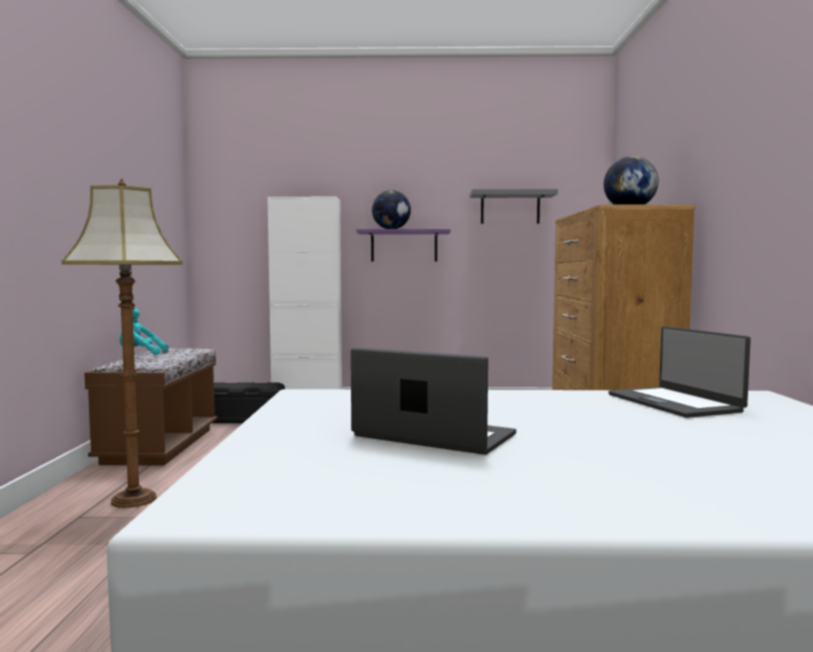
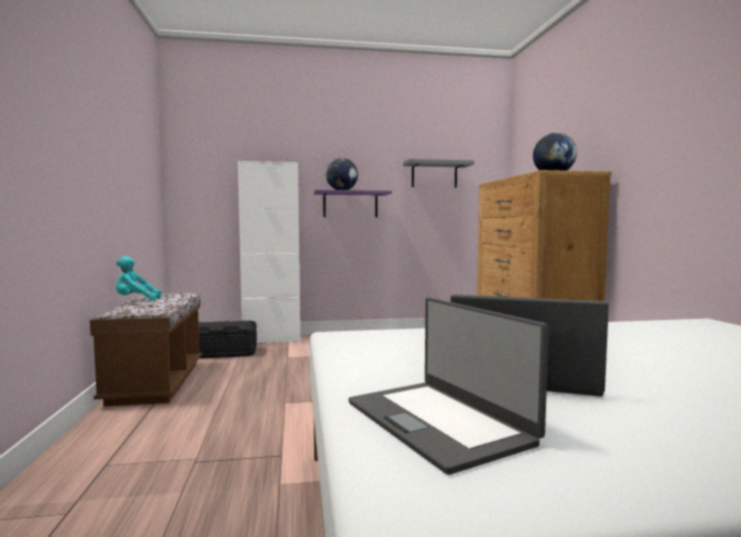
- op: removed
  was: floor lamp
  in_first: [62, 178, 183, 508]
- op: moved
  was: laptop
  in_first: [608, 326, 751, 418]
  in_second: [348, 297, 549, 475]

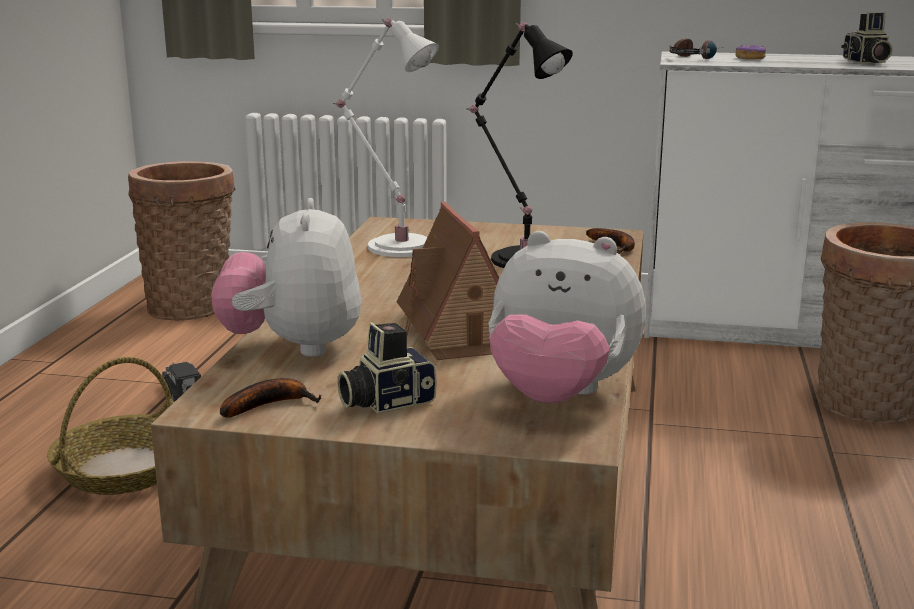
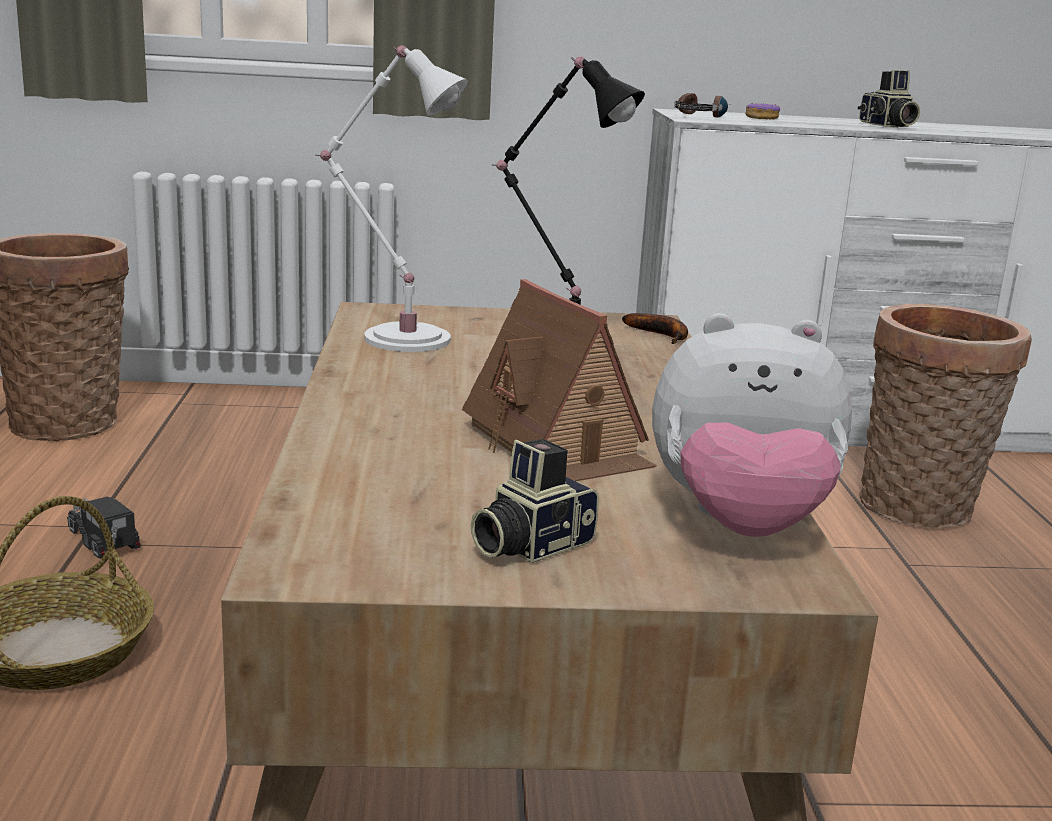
- op: removed
  was: plush toy
  in_first: [211, 198, 361, 357]
- op: removed
  was: banana
  in_first: [220, 378, 321, 418]

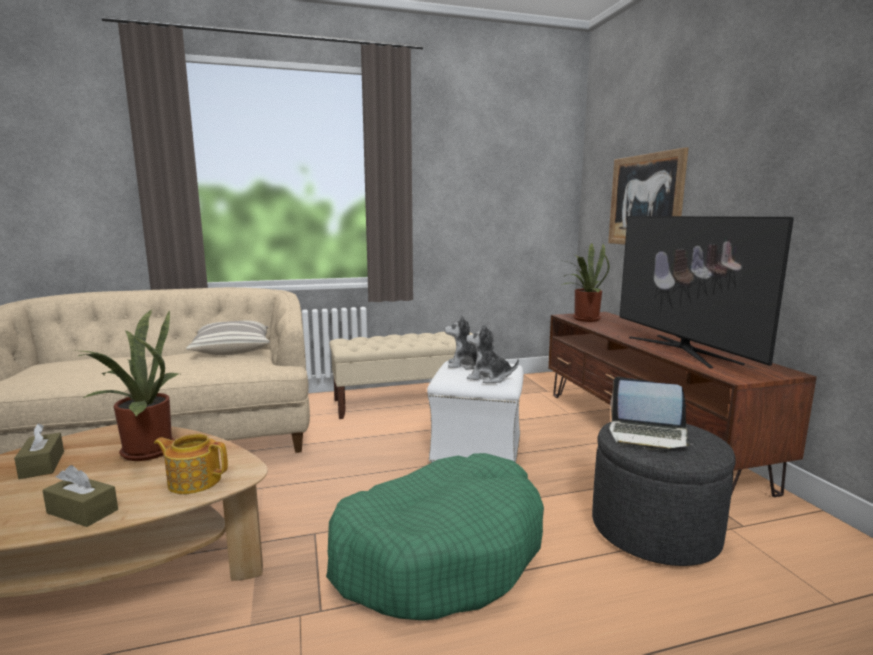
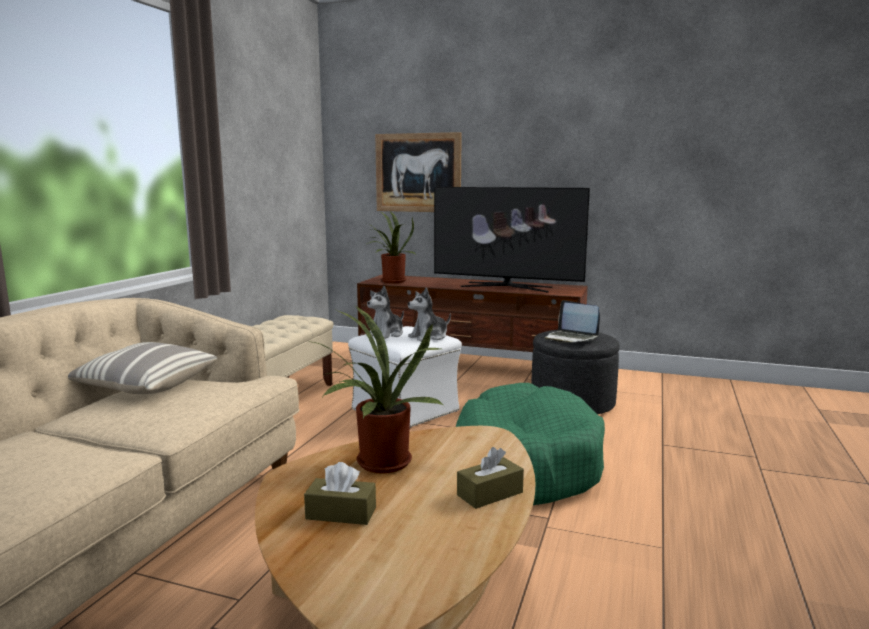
- op: removed
  was: teapot
  in_first: [154, 434, 228, 494]
- op: turned
  was: laptop
  in_first: [608, 377, 693, 450]
  in_second: [544, 300, 600, 343]
  clockwise: 75

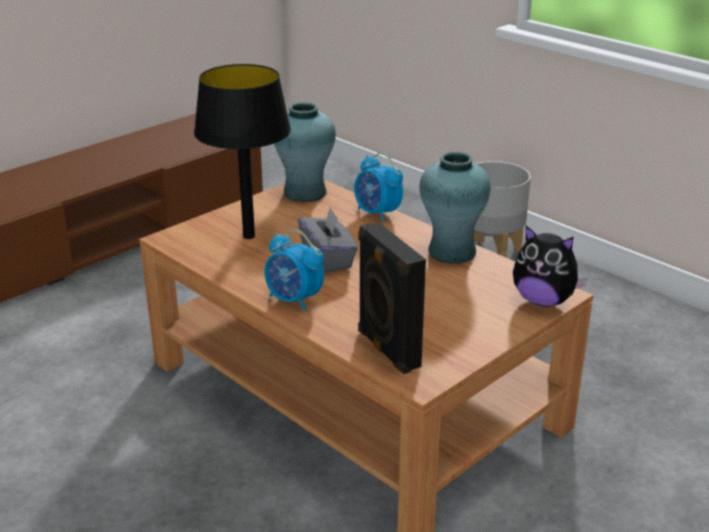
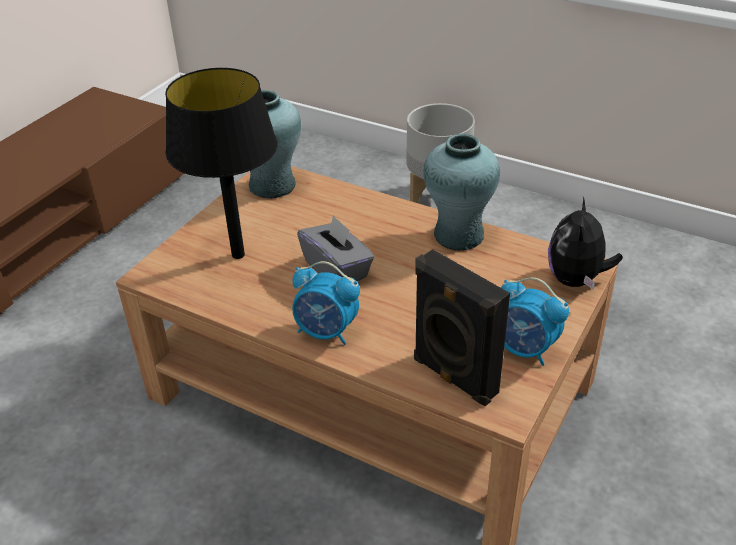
- op: moved
  was: alarm clock
  in_first: [354, 152, 403, 222]
  in_second: [501, 277, 569, 366]
- op: turned
  was: plush toy
  in_first: [513, 226, 588, 307]
  in_second: [548, 197, 623, 290]
  clockwise: 90

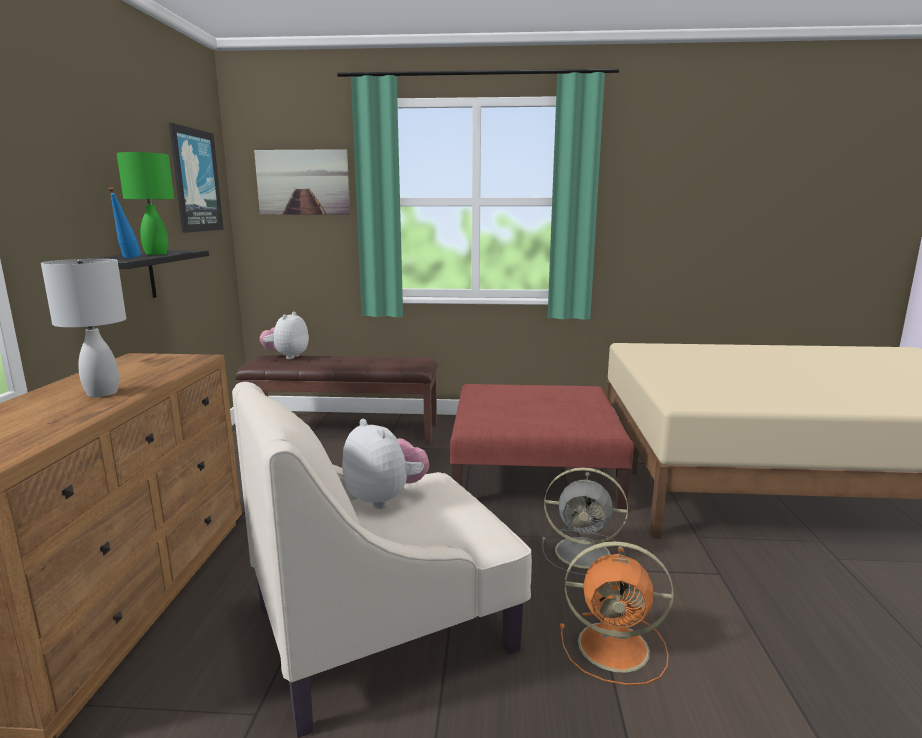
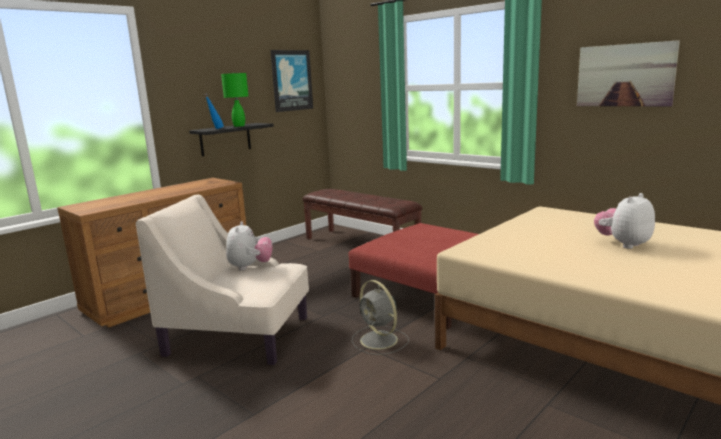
- op: removed
  was: white table lamp
  in_first: [41, 259, 126, 397]
- op: removed
  was: orange fan
  in_first: [560, 541, 674, 685]
- op: moved
  was: picture
  in_first: [254, 149, 350, 214]
  in_second: [577, 40, 680, 106]
- op: moved
  was: plush toy
  in_first: [260, 311, 309, 359]
  in_second: [594, 193, 655, 249]

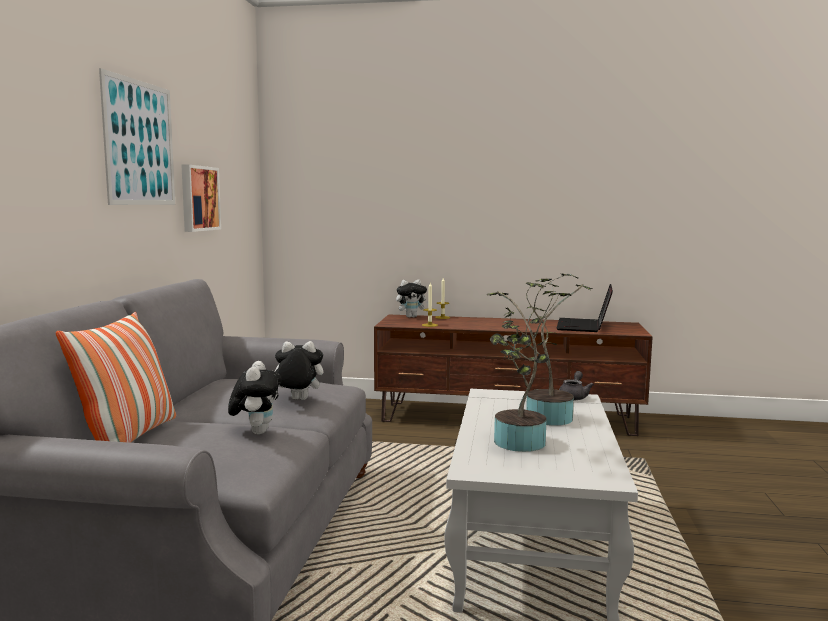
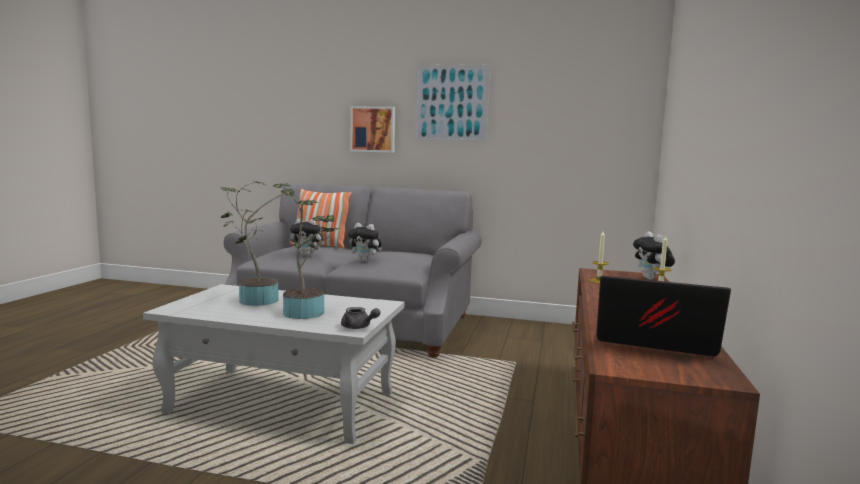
- op: moved
  was: picture
  in_first: [181, 165, 221, 232]
  in_second: [350, 106, 395, 153]
- op: turned
  was: plush toy
  in_first: [275, 341, 323, 400]
  in_second: [348, 223, 382, 262]
  clockwise: 105

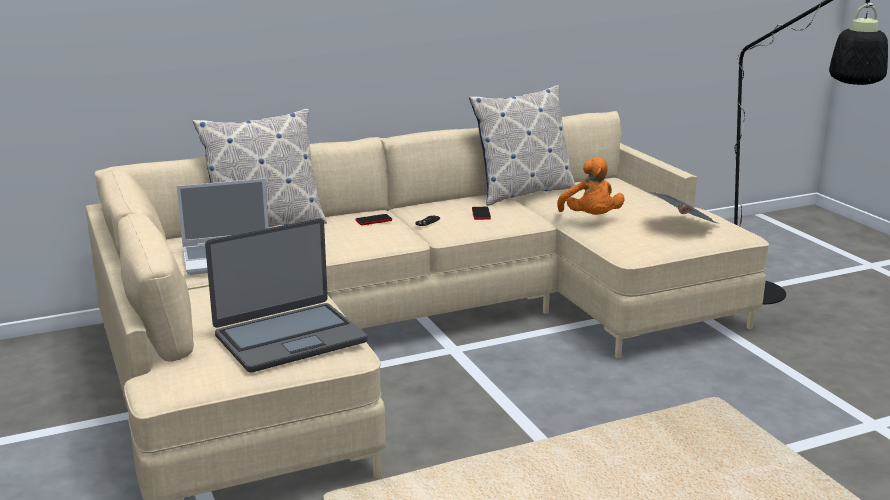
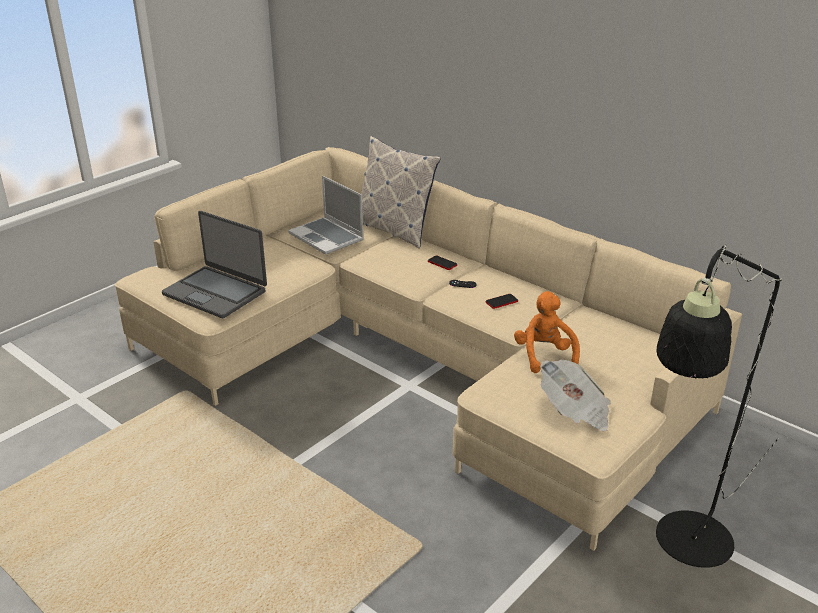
- op: removed
  was: pillow
  in_first: [469, 85, 576, 206]
- op: turned
  was: orange plush toy
  in_first: [557, 157, 625, 215]
  in_second: [514, 291, 580, 373]
  clockwise: 120

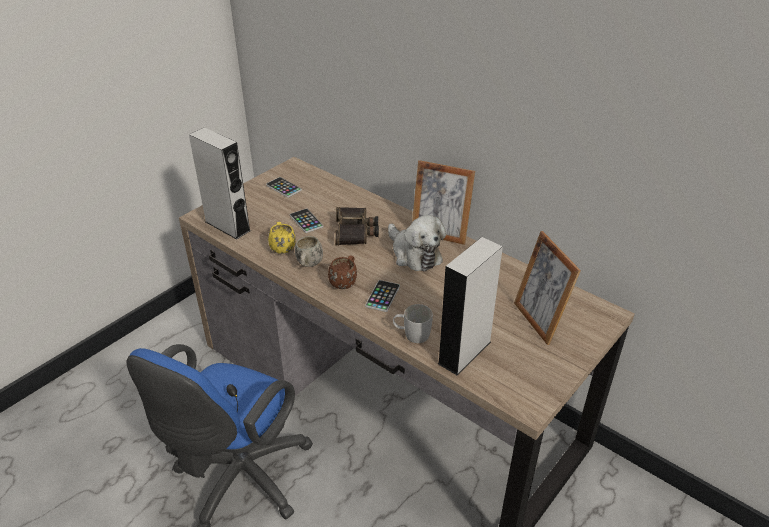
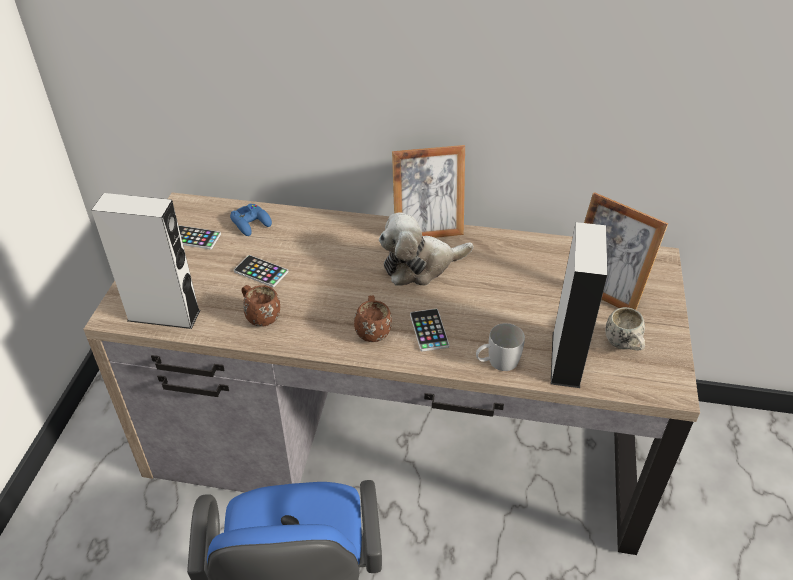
- op: removed
  was: binoculars
  in_first: [335, 207, 379, 245]
- op: added
  now: blue game controller
  in_second: [230, 204, 272, 236]
- op: moved
  was: white mug
  in_first: [295, 236, 323, 267]
  in_second: [605, 307, 645, 351]
- op: recoloured
  was: yellow mug
  now: brown mug
  in_first: [268, 222, 296, 254]
  in_second: [241, 285, 280, 327]
- op: turned
  was: plush toy
  in_first: [388, 215, 446, 272]
  in_second: [379, 213, 474, 286]
  clockwise: 135

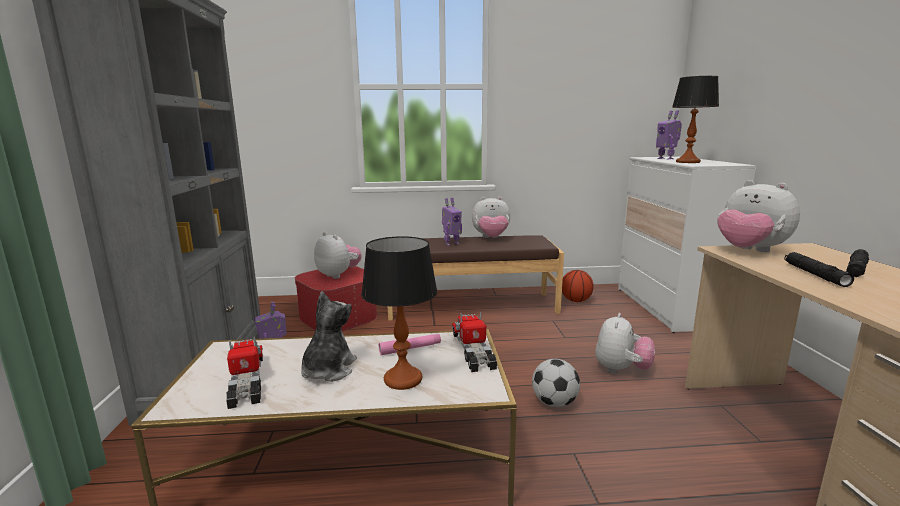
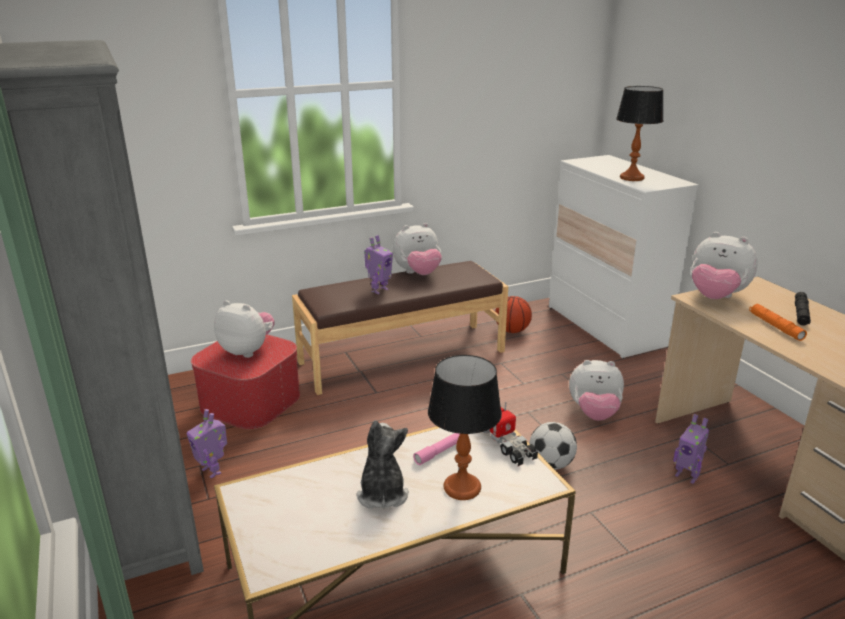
- op: removed
  was: toy truck
  in_first: [226, 337, 263, 409]
- op: moved
  was: toy robot
  in_first: [656, 110, 682, 160]
  in_second: [673, 414, 709, 484]
- op: recoloured
  was: black flashlight
  now: orange flashlight
  in_first: [784, 252, 854, 287]
  in_second: [749, 304, 807, 341]
- op: turned
  was: plush toy
  in_first: [595, 313, 655, 374]
  in_second: [569, 360, 624, 421]
  clockwise: 90

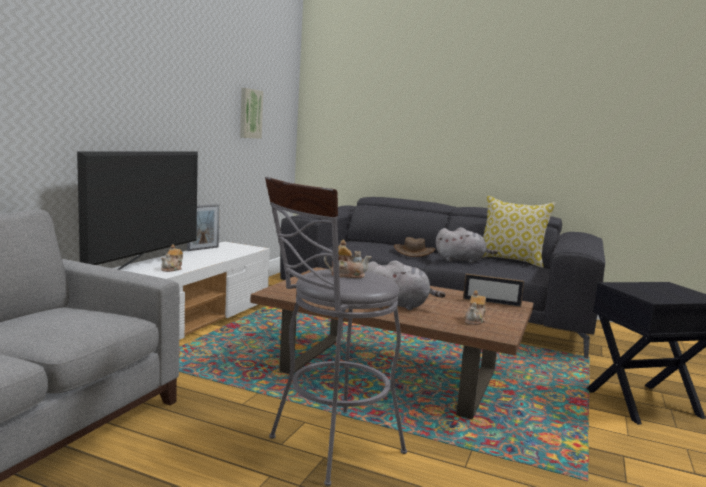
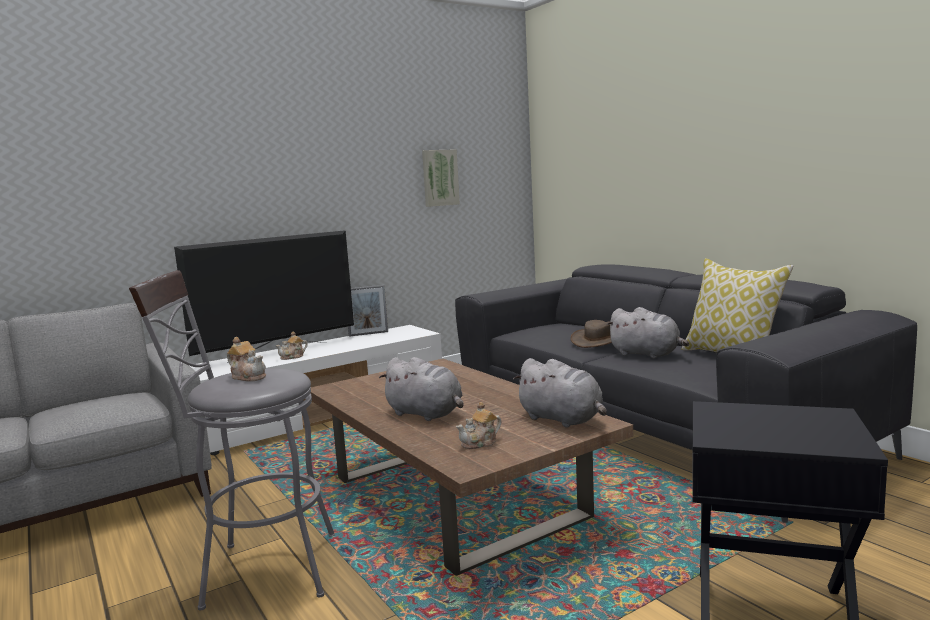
- op: replaced
  was: picture frame
  now: grey plush toy
  in_first: [463, 274, 524, 307]
  in_second: [513, 358, 607, 427]

